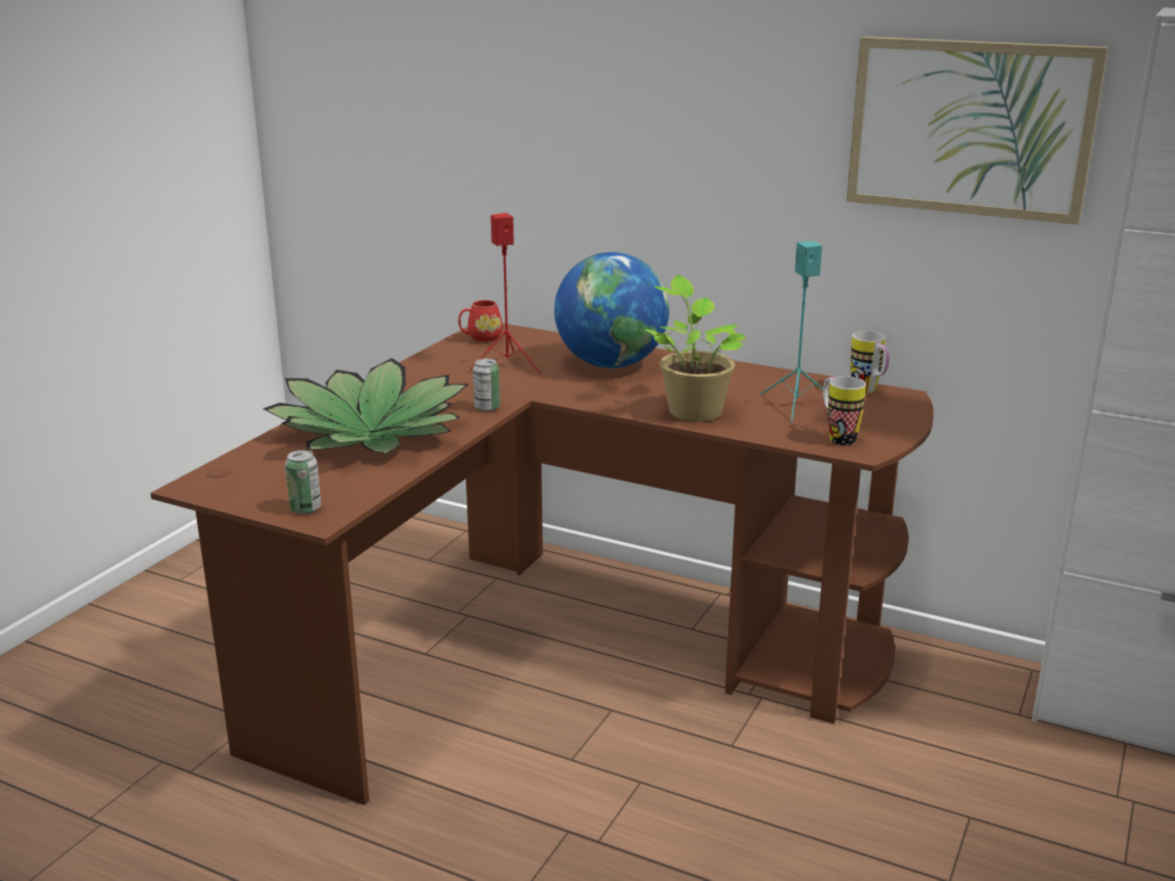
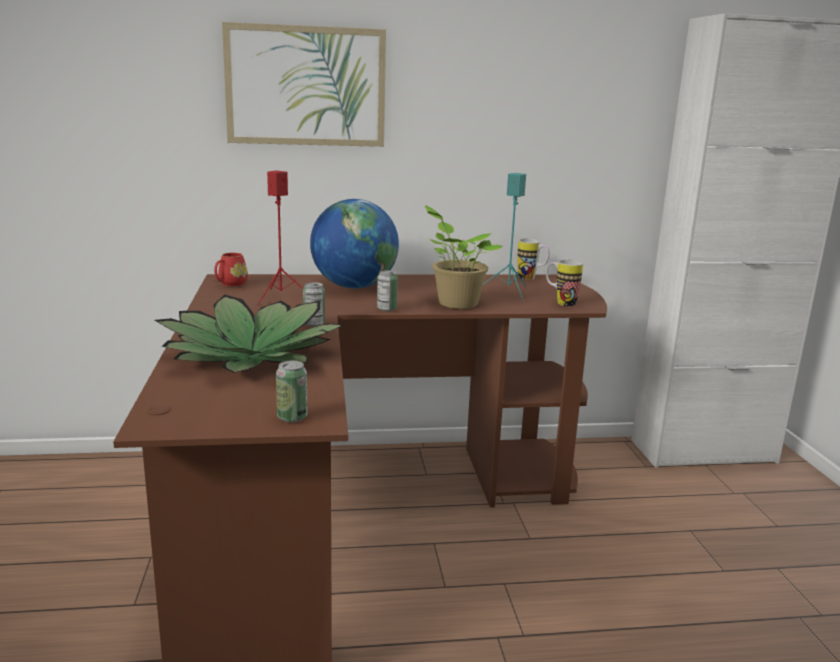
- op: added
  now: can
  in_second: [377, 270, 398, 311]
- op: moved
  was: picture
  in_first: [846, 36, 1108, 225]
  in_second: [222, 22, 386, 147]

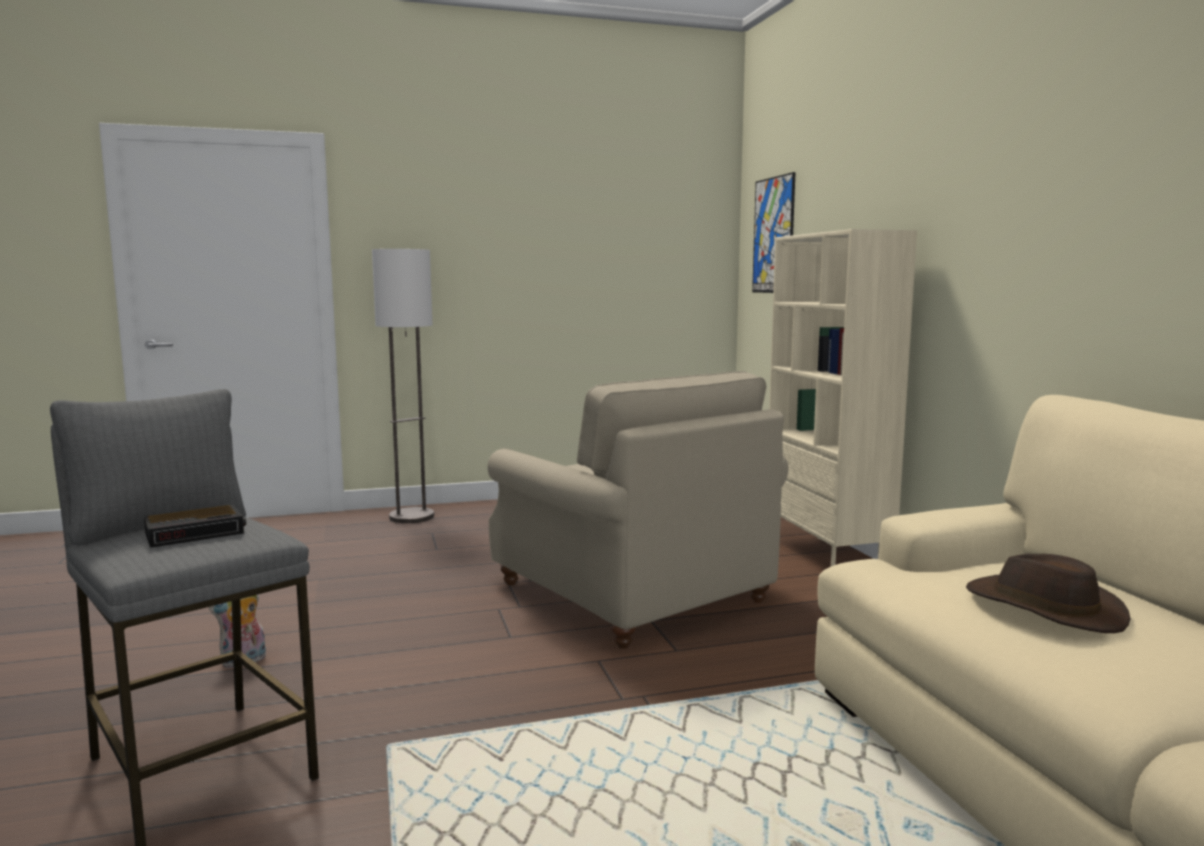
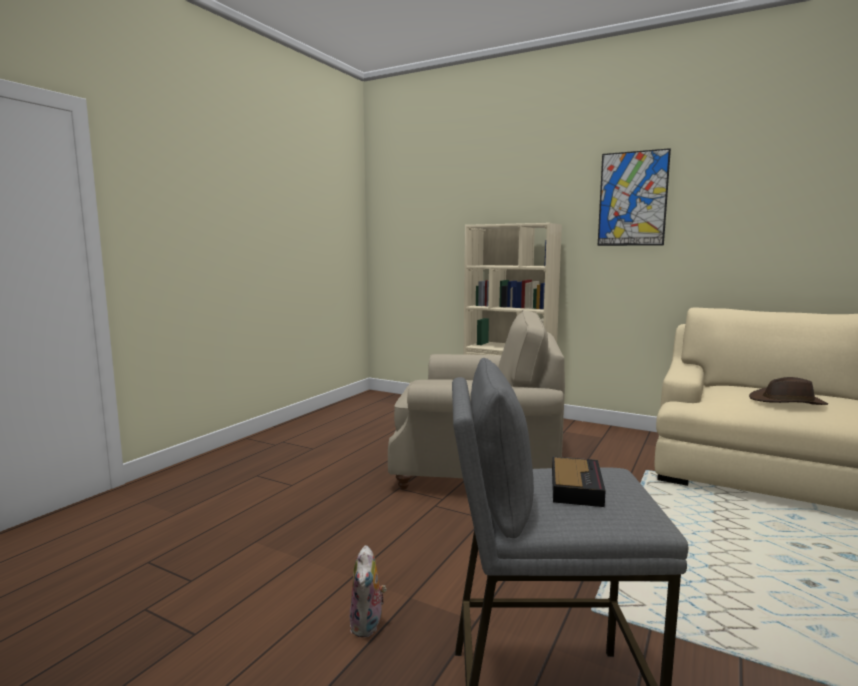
- op: removed
  was: floor lamp
  in_first: [372, 249, 434, 523]
- op: moved
  was: picture
  in_first: [752, 172, 795, 293]
  in_second: [598, 148, 671, 246]

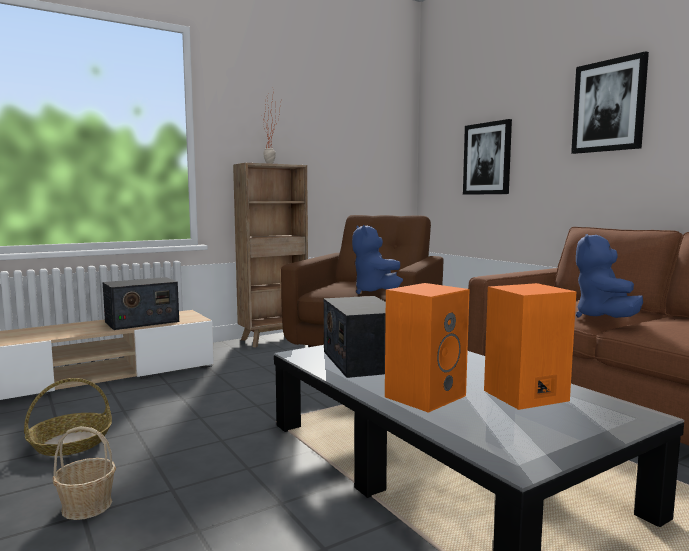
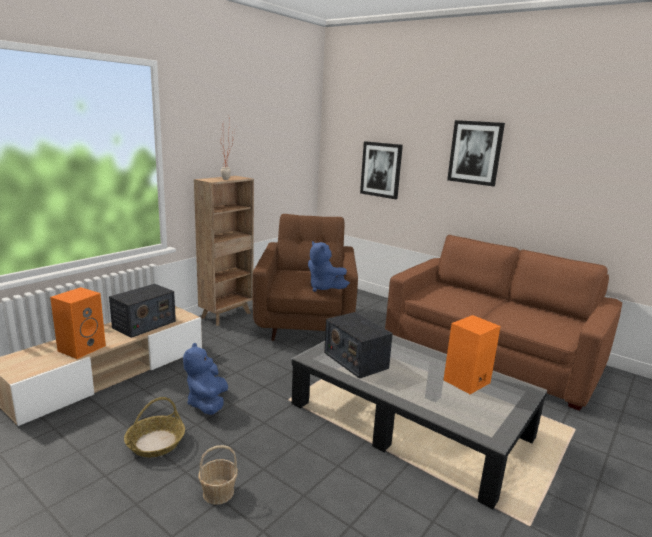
- op: moved
  was: orange speaker
  in_first: [385, 283, 470, 413]
  in_second: [50, 287, 106, 359]
- op: moved
  was: blue plush toy
  in_first: [576, 234, 643, 318]
  in_second: [183, 343, 228, 415]

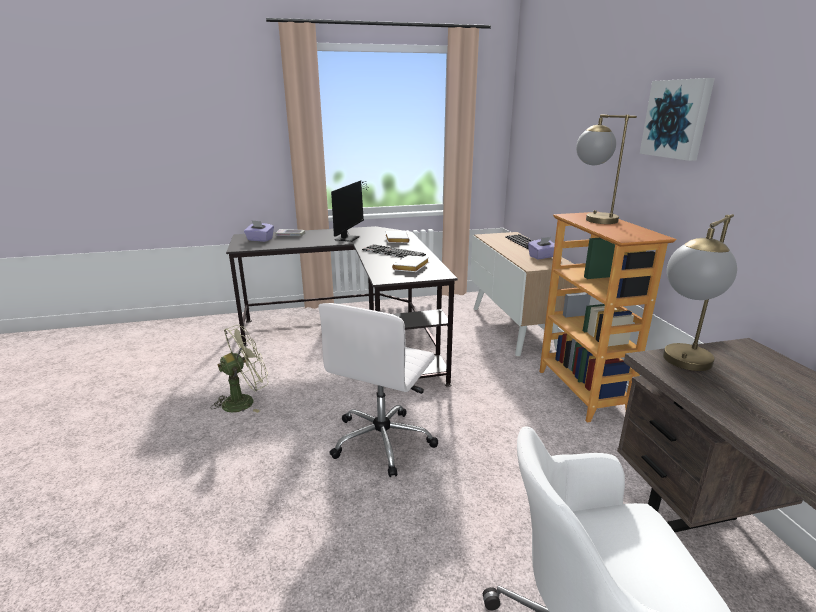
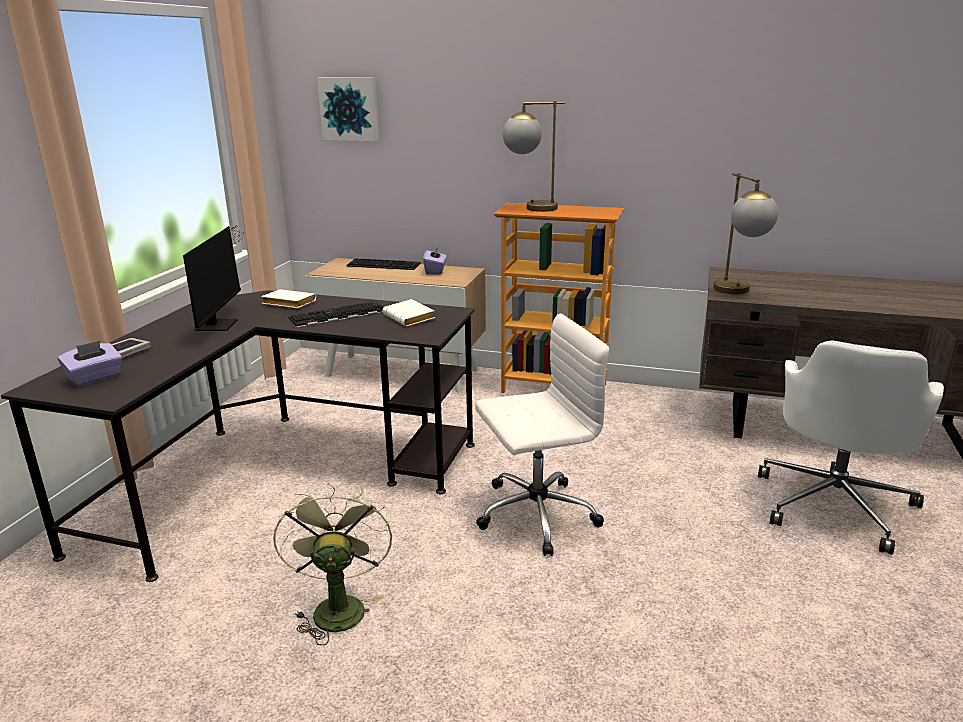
- op: moved
  was: picture
  in_first: [640, 78, 715, 161]
  in_second: [317, 77, 380, 141]
- op: turned
  was: white office chair
  in_first: [318, 303, 438, 477]
  in_second: [475, 313, 609, 556]
  clockwise: -75
- op: turned
  was: monitor
  in_first: [331, 180, 366, 242]
  in_second: [183, 225, 244, 331]
  clockwise: 45

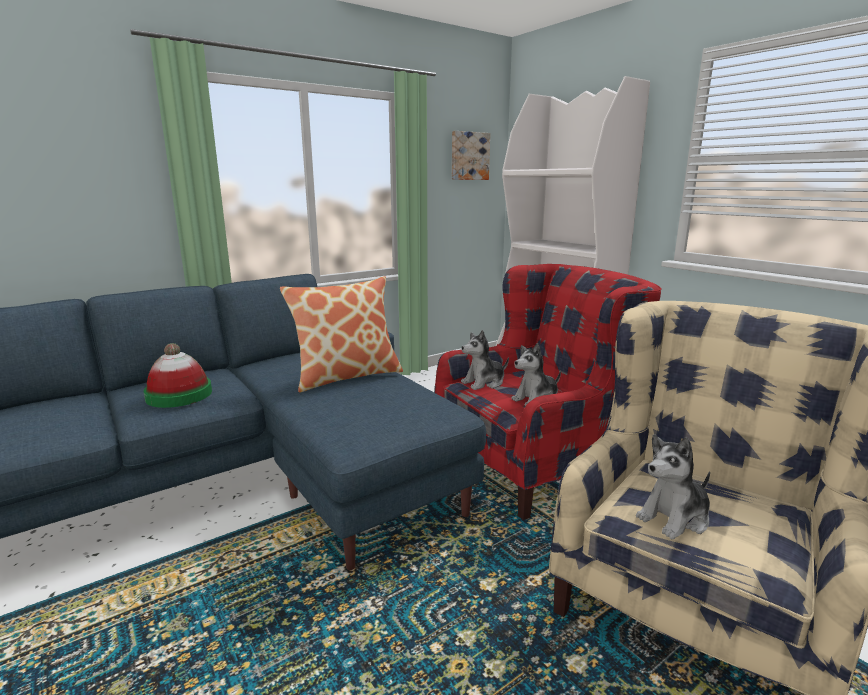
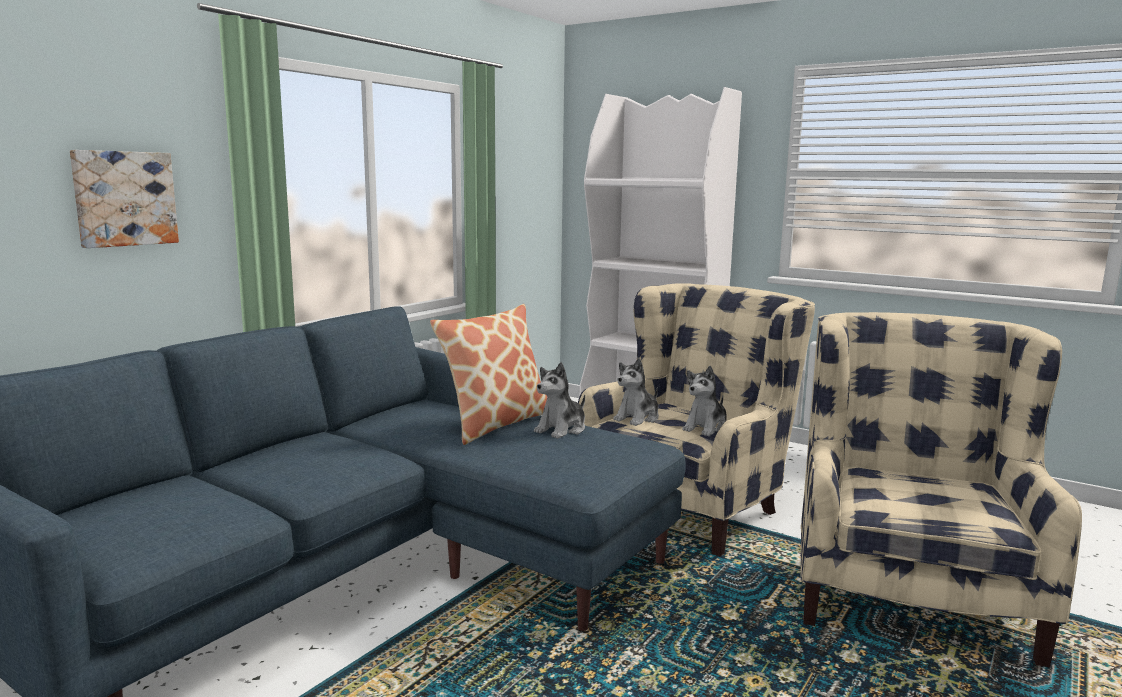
- op: removed
  was: hat
  in_first: [144, 343, 212, 408]
- op: moved
  was: picture
  in_first: [452, 131, 490, 180]
  in_second: [70, 150, 179, 248]
- op: moved
  was: plush toy
  in_first: [636, 435, 710, 540]
  in_second: [534, 362, 585, 439]
- op: recoloured
  was: red armchair
  now: beige armchair
  in_first: [435, 264, 662, 520]
  in_second: [578, 283, 815, 557]

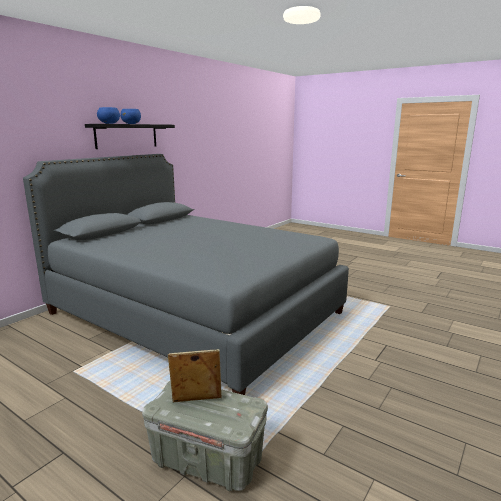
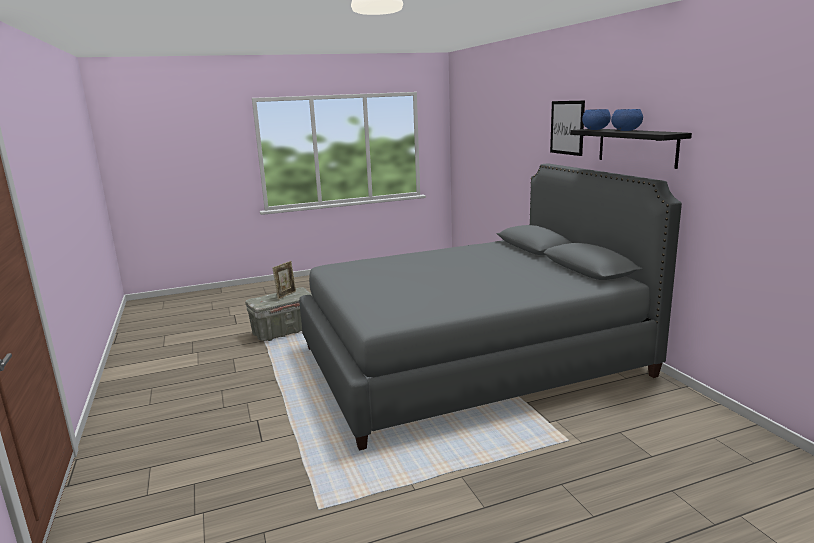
- op: added
  now: picture
  in_second: [550, 100, 585, 156]

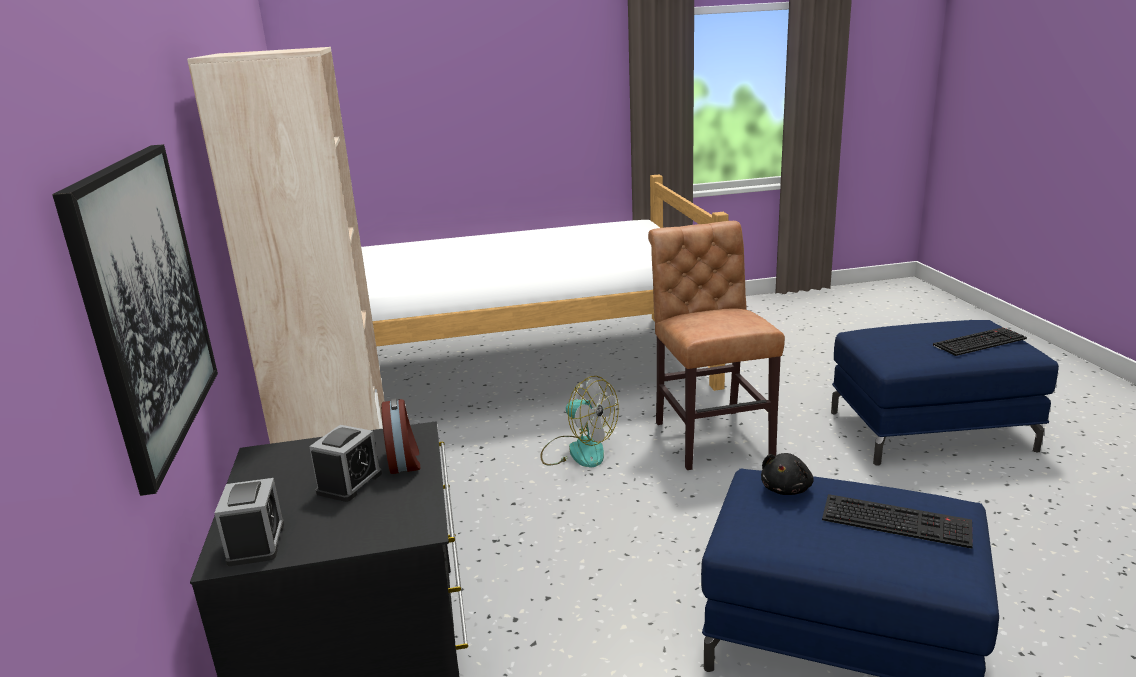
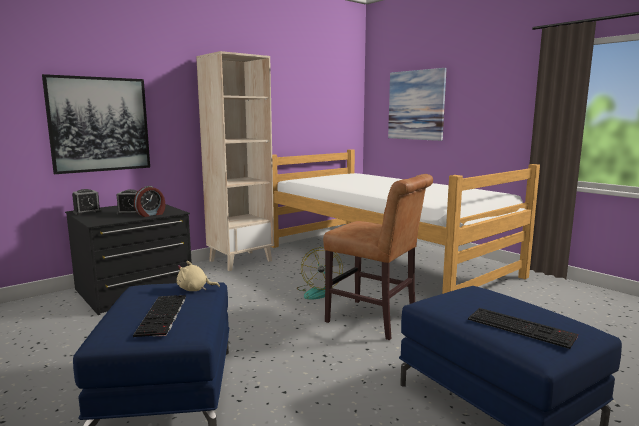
- op: added
  now: picture
  in_second: [388, 68, 447, 141]
- op: recoloured
  was: black plush toy
  now: beige plush toy
  in_first: [761, 453, 814, 495]
  in_second: [177, 261, 220, 291]
- op: turned
  was: brown chair
  in_first: [648, 221, 785, 470]
  in_second: [323, 174, 433, 340]
  clockwise: 75

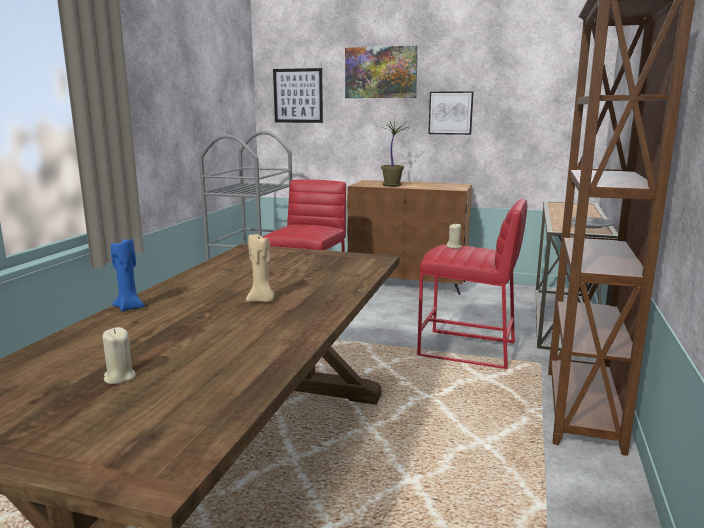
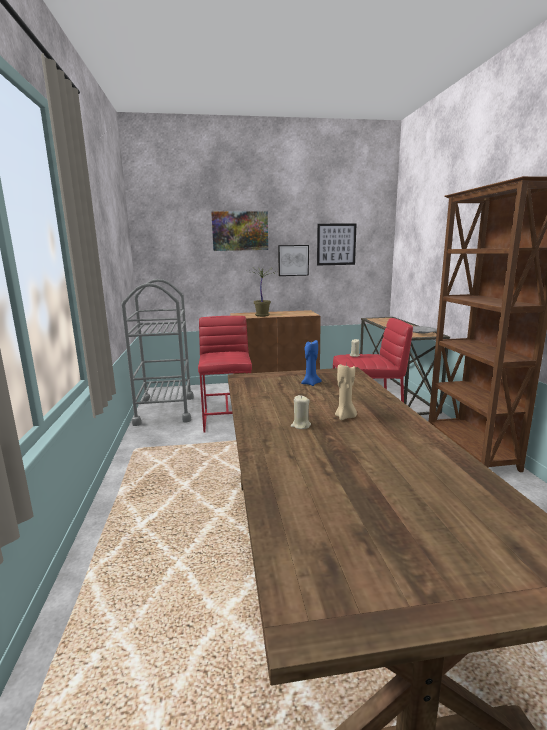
- op: moved
  was: beige candle
  in_first: [102, 327, 135, 384]
  in_second: [291, 395, 311, 429]
- op: moved
  was: blue candle
  in_first: [111, 239, 145, 312]
  in_second: [301, 340, 322, 386]
- op: moved
  was: picture
  in_first: [273, 68, 323, 123]
  in_second: [317, 223, 357, 265]

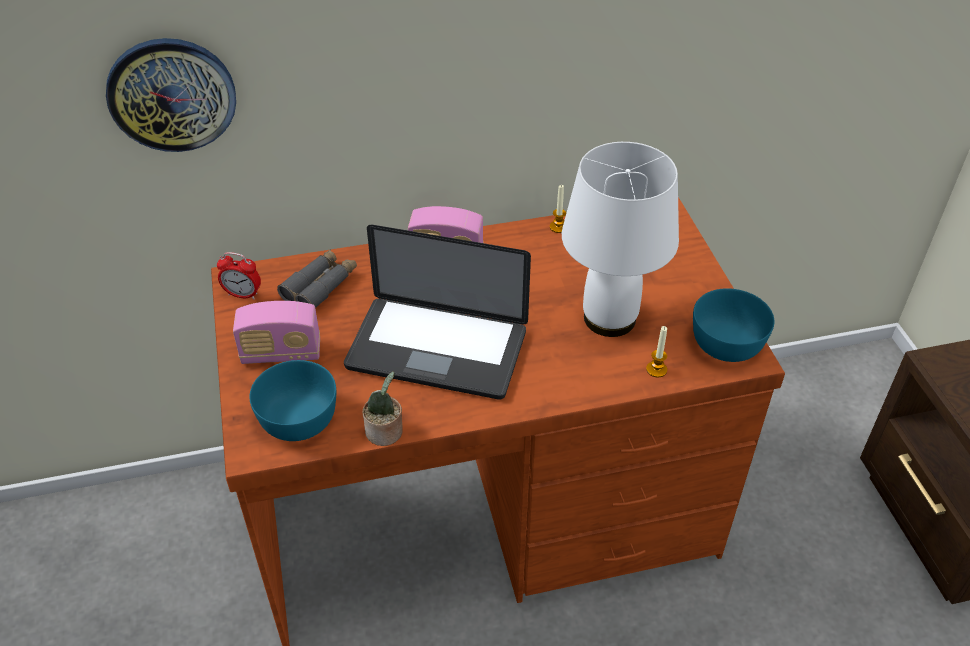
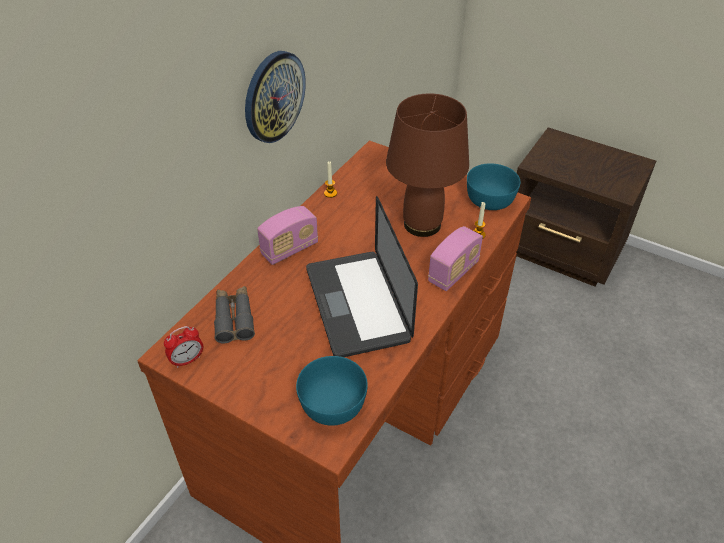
- op: removed
  was: potted plant
  in_first: [363, 371, 403, 446]
- op: moved
  was: wall clock
  in_first: [106, 38, 236, 152]
  in_second: [245, 51, 306, 143]
- op: moved
  was: radio
  in_first: [233, 301, 320, 364]
  in_second: [428, 226, 483, 291]
- op: recoloured
  was: white table lamp
  now: brown table lamp
  in_first: [562, 142, 679, 337]
  in_second: [386, 93, 469, 237]
- op: turned
  was: laptop
  in_first: [344, 225, 531, 400]
  in_second: [306, 196, 418, 357]
  clockwise: 105

